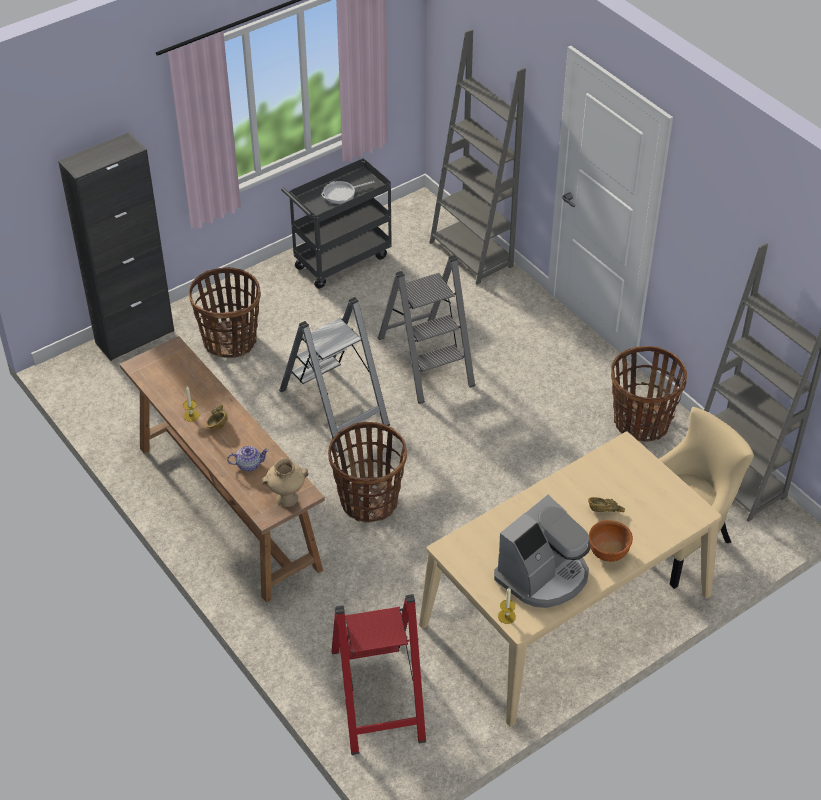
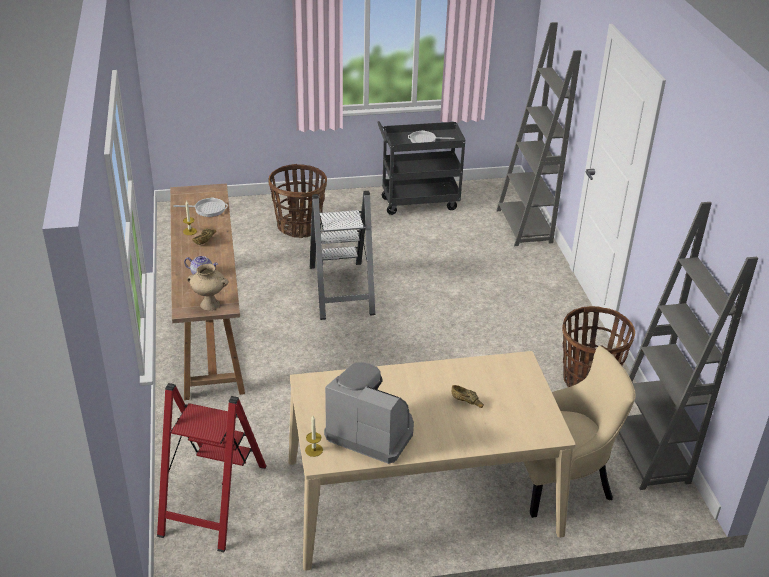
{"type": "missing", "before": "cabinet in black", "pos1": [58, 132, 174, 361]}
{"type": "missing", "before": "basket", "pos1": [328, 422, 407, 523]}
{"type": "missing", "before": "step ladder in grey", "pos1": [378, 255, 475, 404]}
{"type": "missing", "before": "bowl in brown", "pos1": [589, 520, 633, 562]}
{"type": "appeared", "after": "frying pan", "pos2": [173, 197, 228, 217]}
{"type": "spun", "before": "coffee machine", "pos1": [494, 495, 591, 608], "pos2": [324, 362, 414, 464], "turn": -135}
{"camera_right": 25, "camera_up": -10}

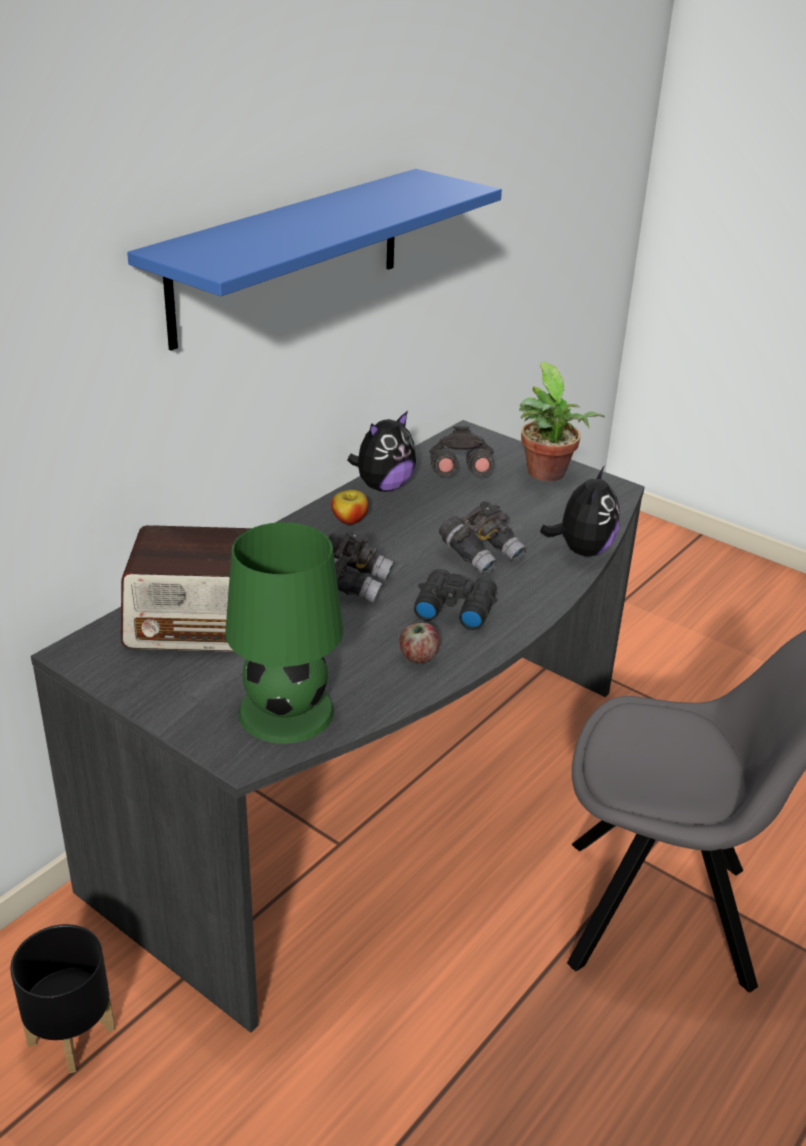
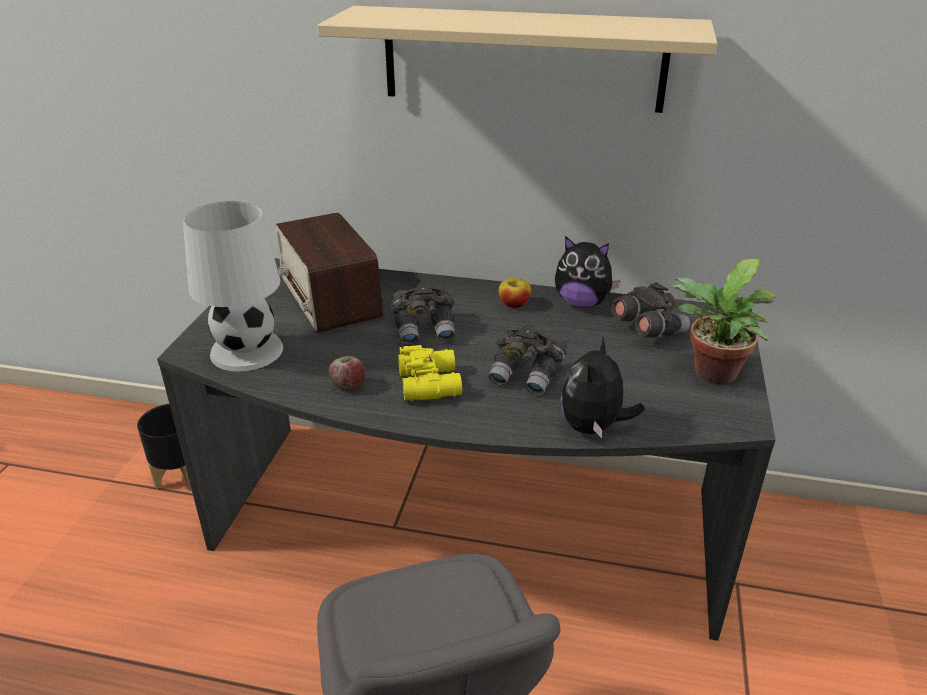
{"type": "colour", "before": "shelf in blue", "after": "shelf in beige", "pos1": [127, 169, 502, 351], "pos2": [317, 6, 717, 113]}
{"type": "colour", "before": "table lamp in green", "after": "table lamp in white", "pos1": [225, 522, 343, 744], "pos2": [183, 201, 283, 372]}
{"type": "colour", "before": "binoculars in black", "after": "binoculars in yellow", "pos1": [414, 569, 497, 630], "pos2": [398, 345, 462, 401]}
{"type": "spun", "before": "plush toy", "pos1": [540, 467, 619, 557], "pos2": [561, 335, 645, 438], "turn": 120}
{"camera_right": 65, "camera_up": 0}

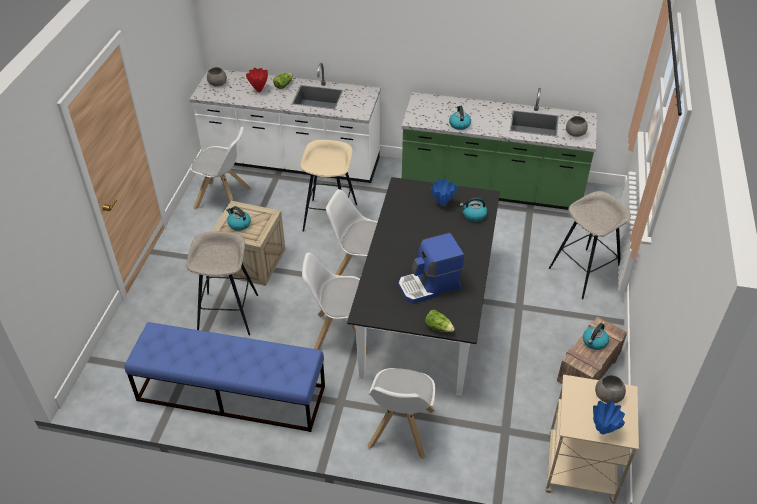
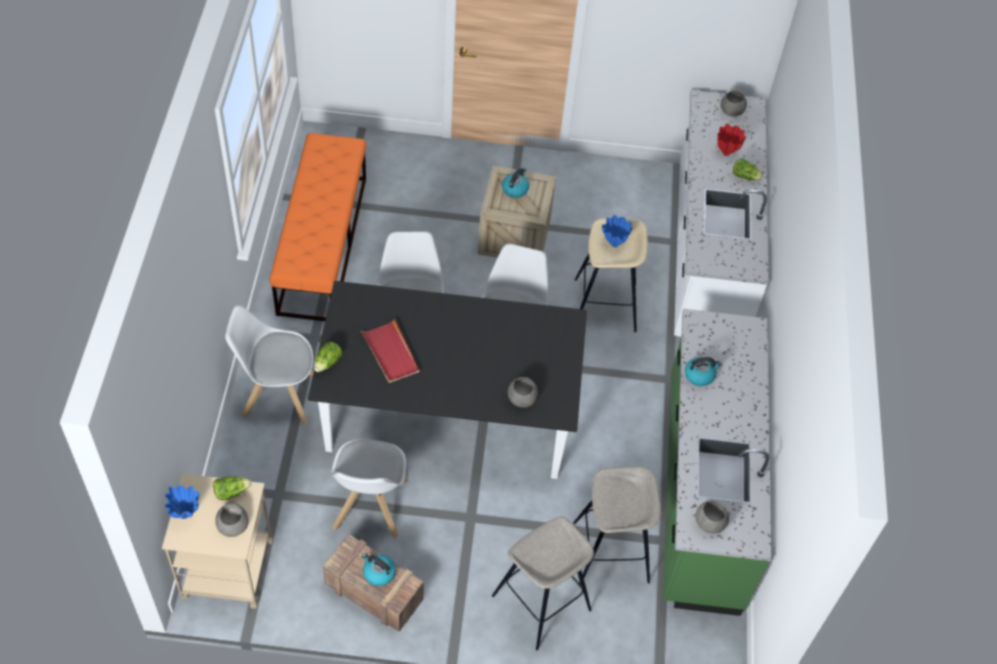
{"type": "appeared", "after": "lettuce", "pos2": [213, 476, 251, 500]}
{"type": "relocated", "before": "stool in grey", "pos1": [186, 232, 258, 335], "pos2": [573, 466, 661, 585]}
{"type": "relocated", "before": "chair", "pos1": [191, 127, 252, 209], "pos2": [330, 440, 409, 538]}
{"type": "relocated", "before": "vase in blue", "pos1": [431, 179, 458, 206], "pos2": [602, 215, 632, 247]}
{"type": "exchanged", "before": "coffee machine", "after": "tray in red", "pos1": [398, 233, 464, 304], "pos2": [360, 318, 419, 383]}
{"type": "exchanged", "before": "kettle", "after": "bowl in grey", "pos1": [460, 197, 487, 222], "pos2": [508, 377, 538, 408]}
{"type": "colour", "before": "bench in blue", "after": "bench in orange", "pos1": [125, 322, 325, 432], "pos2": [270, 133, 366, 321]}
{"camera_right": 80, "camera_up": 10}

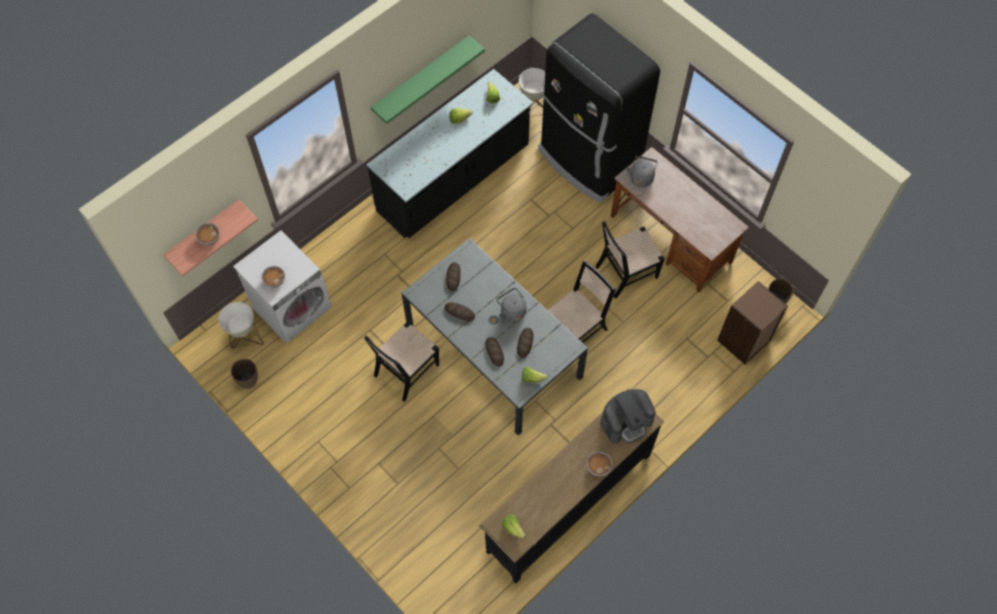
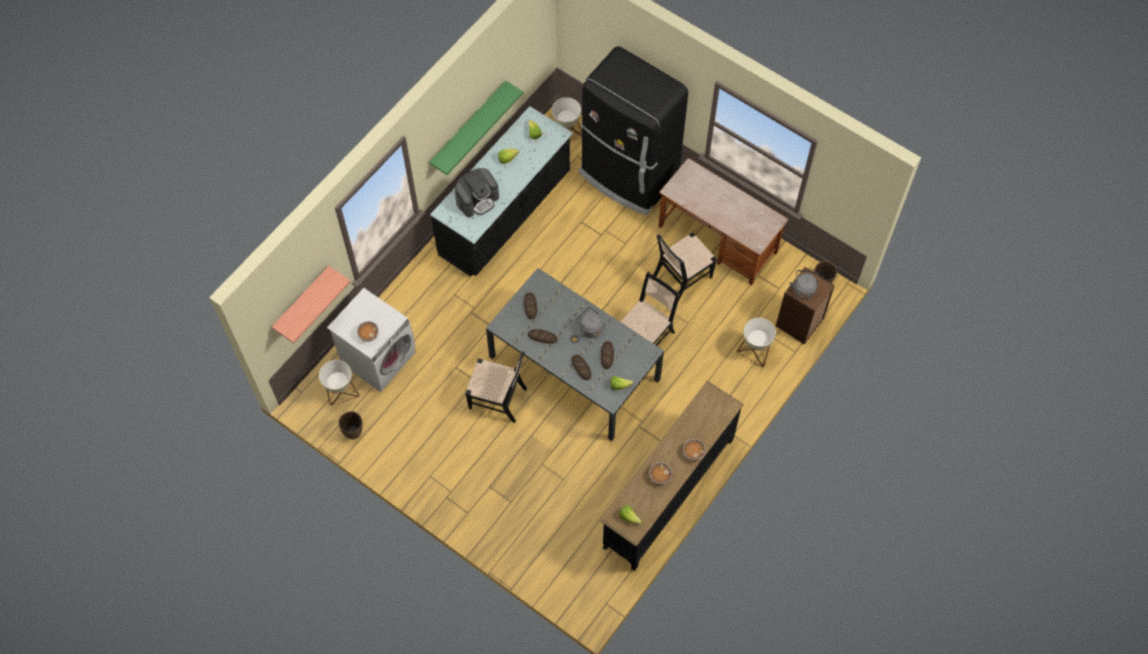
{"type": "appeared", "after": "planter", "pos2": [737, 318, 776, 367]}
{"type": "relocated", "before": "bowl", "pos1": [195, 223, 220, 246], "pos2": [649, 462, 672, 484]}
{"type": "relocated", "before": "coffee machine", "pos1": [601, 389, 656, 444], "pos2": [455, 168, 499, 217]}
{"type": "relocated", "before": "kettle in grey", "pos1": [626, 156, 658, 187], "pos2": [790, 270, 818, 299]}
{"type": "spun", "before": "chair", "pos1": [364, 322, 439, 402], "pos2": [465, 351, 527, 423], "turn": -105}
{"camera_right": -10, "camera_up": 0}

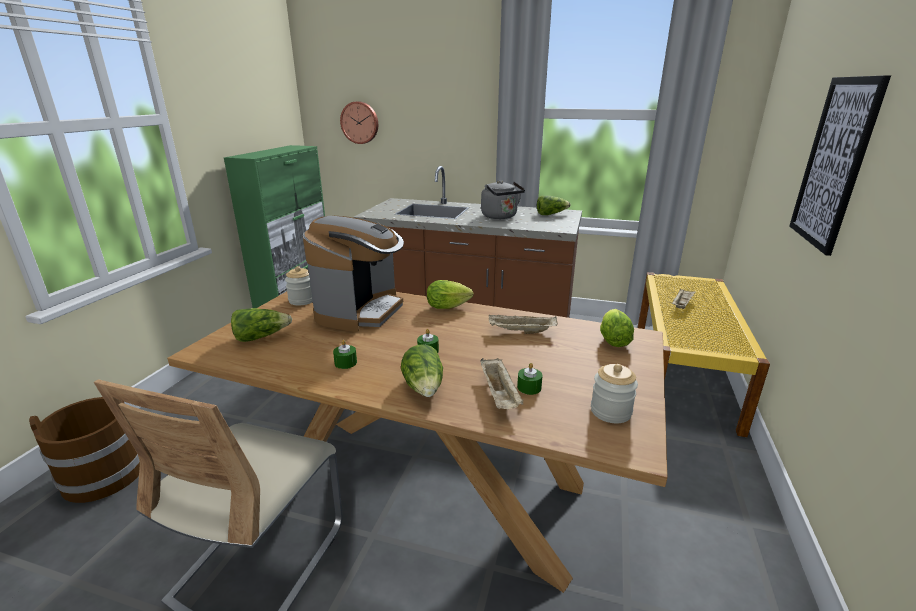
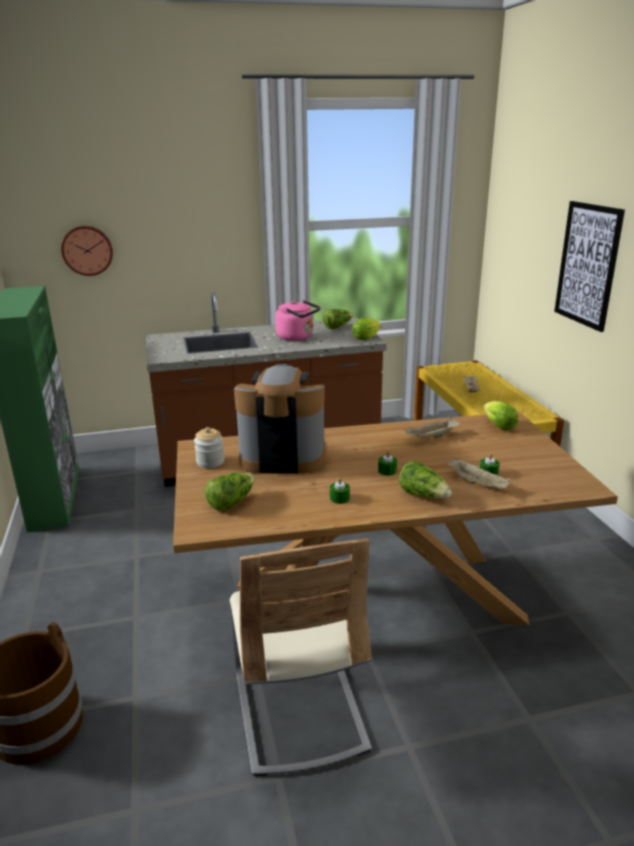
{"type": "missing", "before": "jar", "pos1": [591, 364, 638, 423]}
{"type": "relocated", "before": "lettuce", "pos1": [427, 280, 474, 309], "pos2": [352, 318, 382, 340]}
{"type": "colour", "before": "kettle in grey", "after": "kettle in pink", "pos1": [481, 180, 525, 219], "pos2": [275, 300, 320, 341]}
{"type": "spun", "before": "coffee machine", "pos1": [303, 216, 404, 332], "pos2": [234, 364, 325, 474], "turn": -75}
{"camera_right": -30, "camera_up": 0}

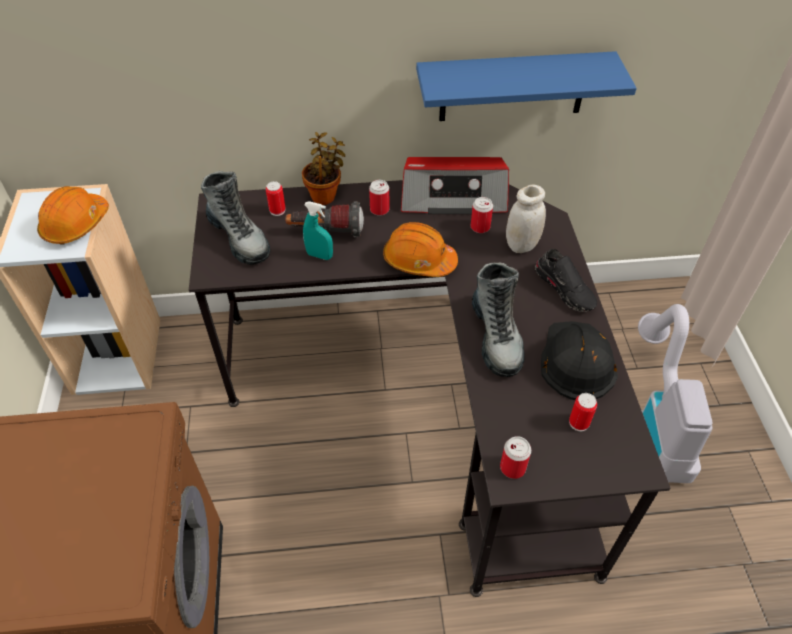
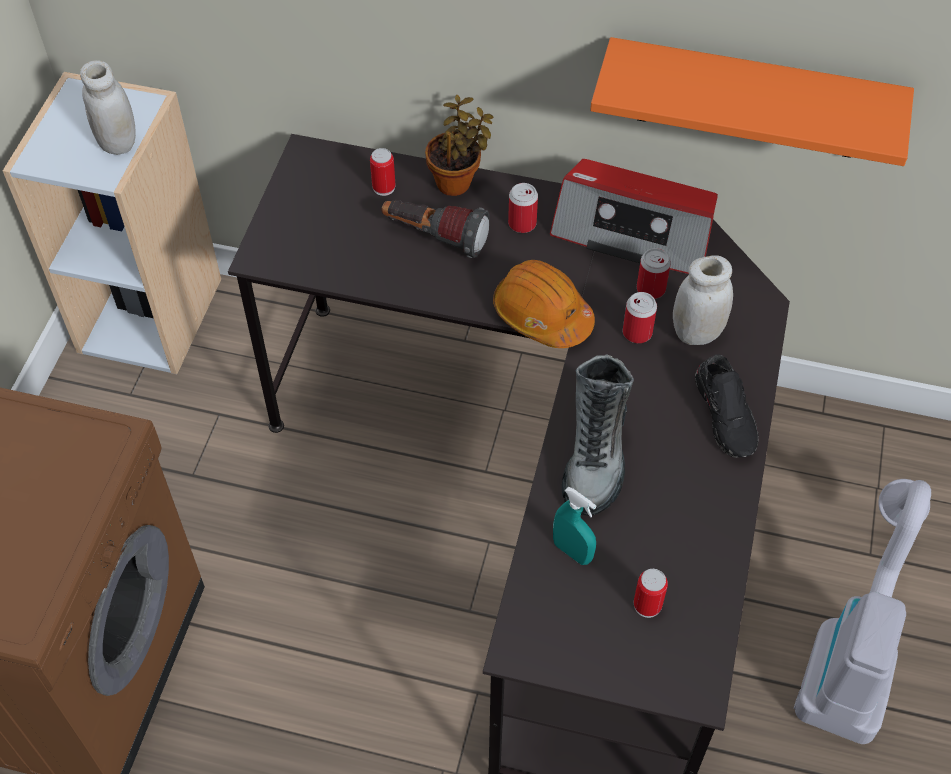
{"type": "missing", "before": "boot", "pos1": [201, 171, 271, 265]}
{"type": "missing", "before": "hard hat in black", "pos1": [541, 321, 618, 400]}
{"type": "relocated", "before": "spray bottle in turquoise", "pos1": [303, 201, 333, 260], "pos2": [553, 487, 596, 565]}
{"type": "relocated", "before": "can", "pos1": [500, 436, 531, 479], "pos2": [622, 292, 657, 343]}
{"type": "exchanged", "before": "hard hat in orange", "after": "jar in white", "pos1": [37, 186, 109, 245], "pos2": [80, 60, 136, 155]}
{"type": "colour", "before": "shelf in blue", "after": "shelf in orange", "pos1": [416, 51, 637, 121], "pos2": [590, 37, 914, 166]}
{"camera_right": 20, "camera_up": 5}

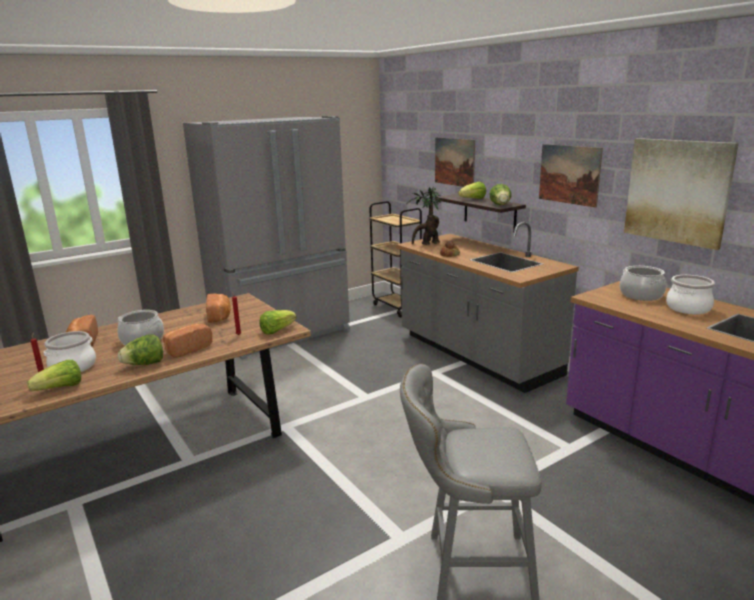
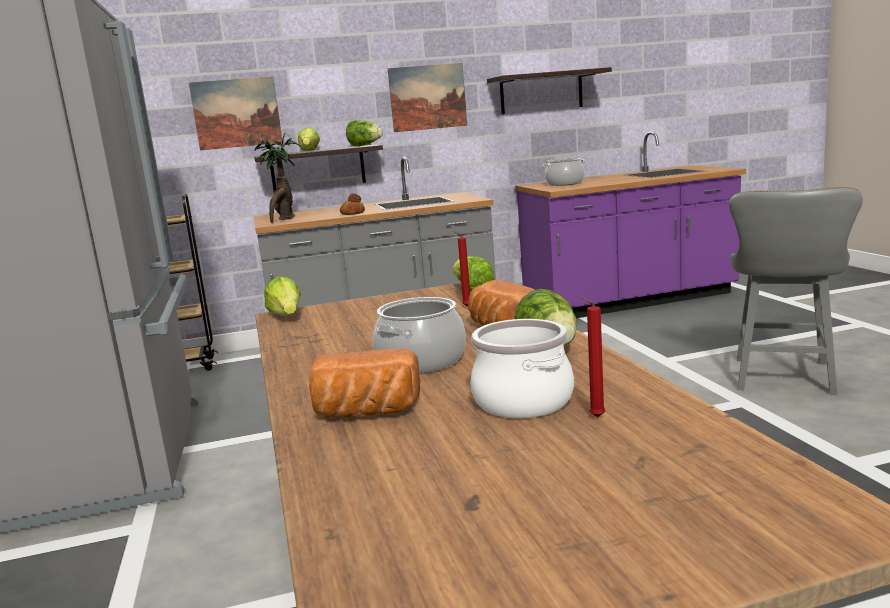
{"type": "missing", "before": "bread", "pos1": [206, 294, 231, 323]}
{"type": "missing", "before": "cooking pot", "pos1": [666, 275, 715, 314]}
{"type": "relocated", "before": "lettuce", "pos1": [27, 360, 81, 391], "pos2": [264, 277, 301, 316]}
{"type": "exchanged", "before": "picture", "after": "shelf", "pos1": [624, 138, 739, 250], "pos2": [487, 67, 612, 114]}
{"camera_right": -70, "camera_up": -5}

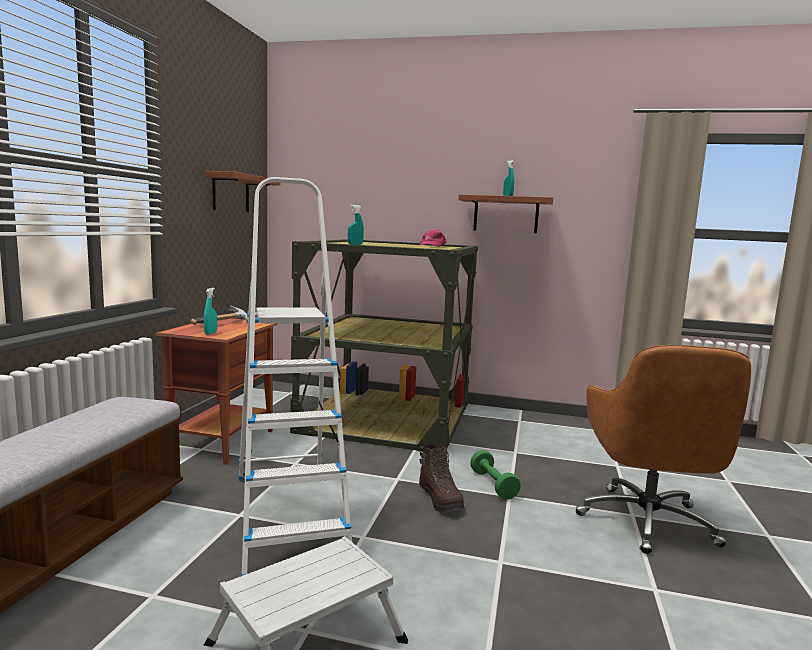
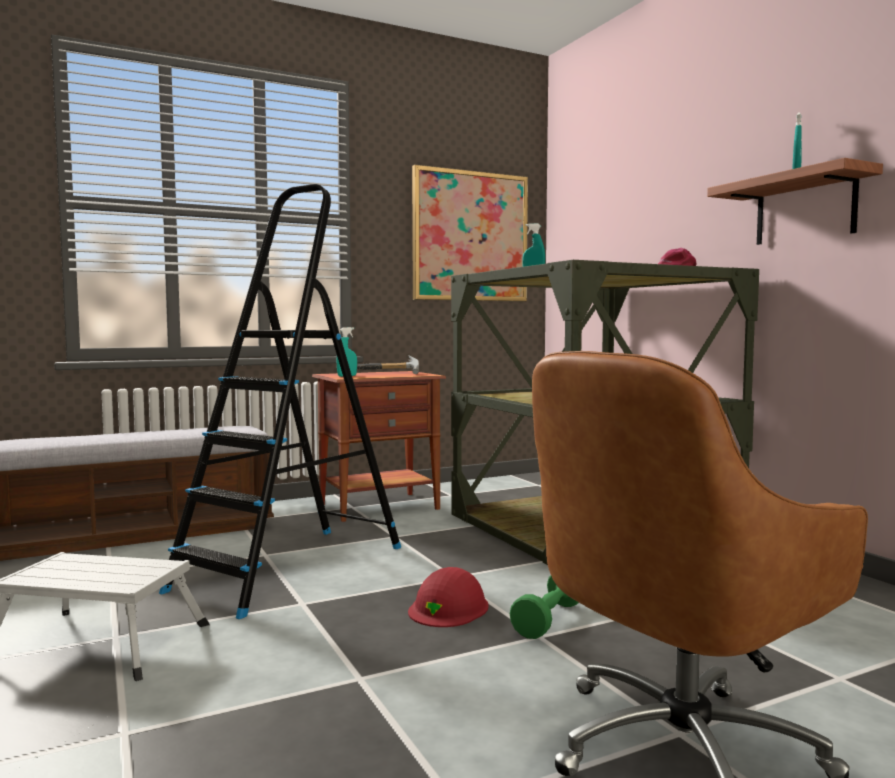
{"type": "exchanged", "before": "shelf", "after": "picture", "pos1": [204, 171, 280, 212], "pos2": [412, 165, 528, 302]}
{"type": "exchanged", "before": "boot in brown", "after": "hard hat in red", "pos1": [419, 444, 464, 513], "pos2": [408, 567, 489, 627]}
{"type": "colour", "before": "step ladder in white", "after": "step ladder in black", "pos1": [238, 177, 352, 576], "pos2": [159, 184, 401, 619]}
{"camera_right": 50, "camera_up": -5}

